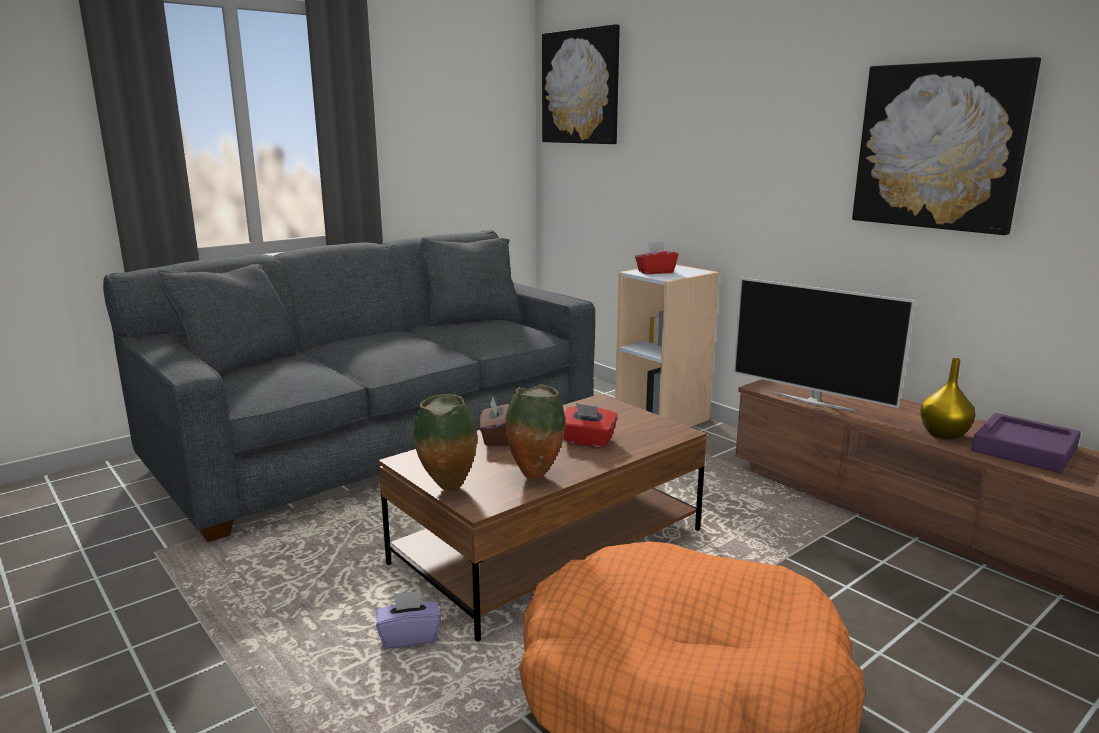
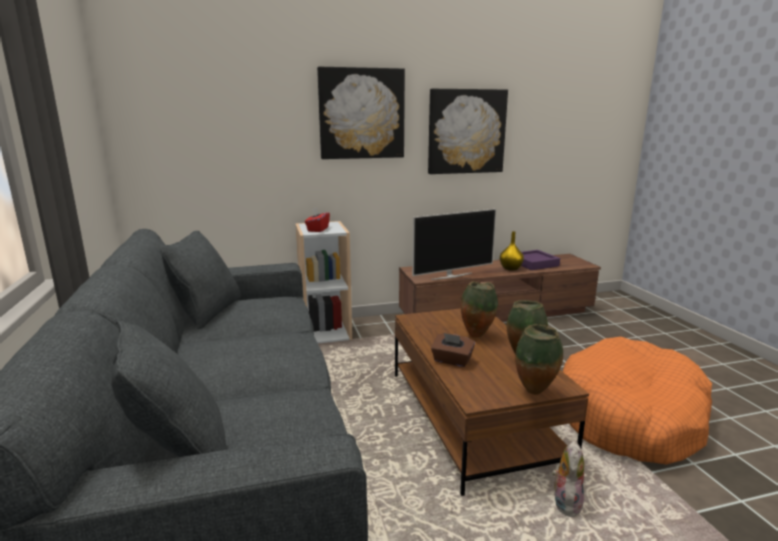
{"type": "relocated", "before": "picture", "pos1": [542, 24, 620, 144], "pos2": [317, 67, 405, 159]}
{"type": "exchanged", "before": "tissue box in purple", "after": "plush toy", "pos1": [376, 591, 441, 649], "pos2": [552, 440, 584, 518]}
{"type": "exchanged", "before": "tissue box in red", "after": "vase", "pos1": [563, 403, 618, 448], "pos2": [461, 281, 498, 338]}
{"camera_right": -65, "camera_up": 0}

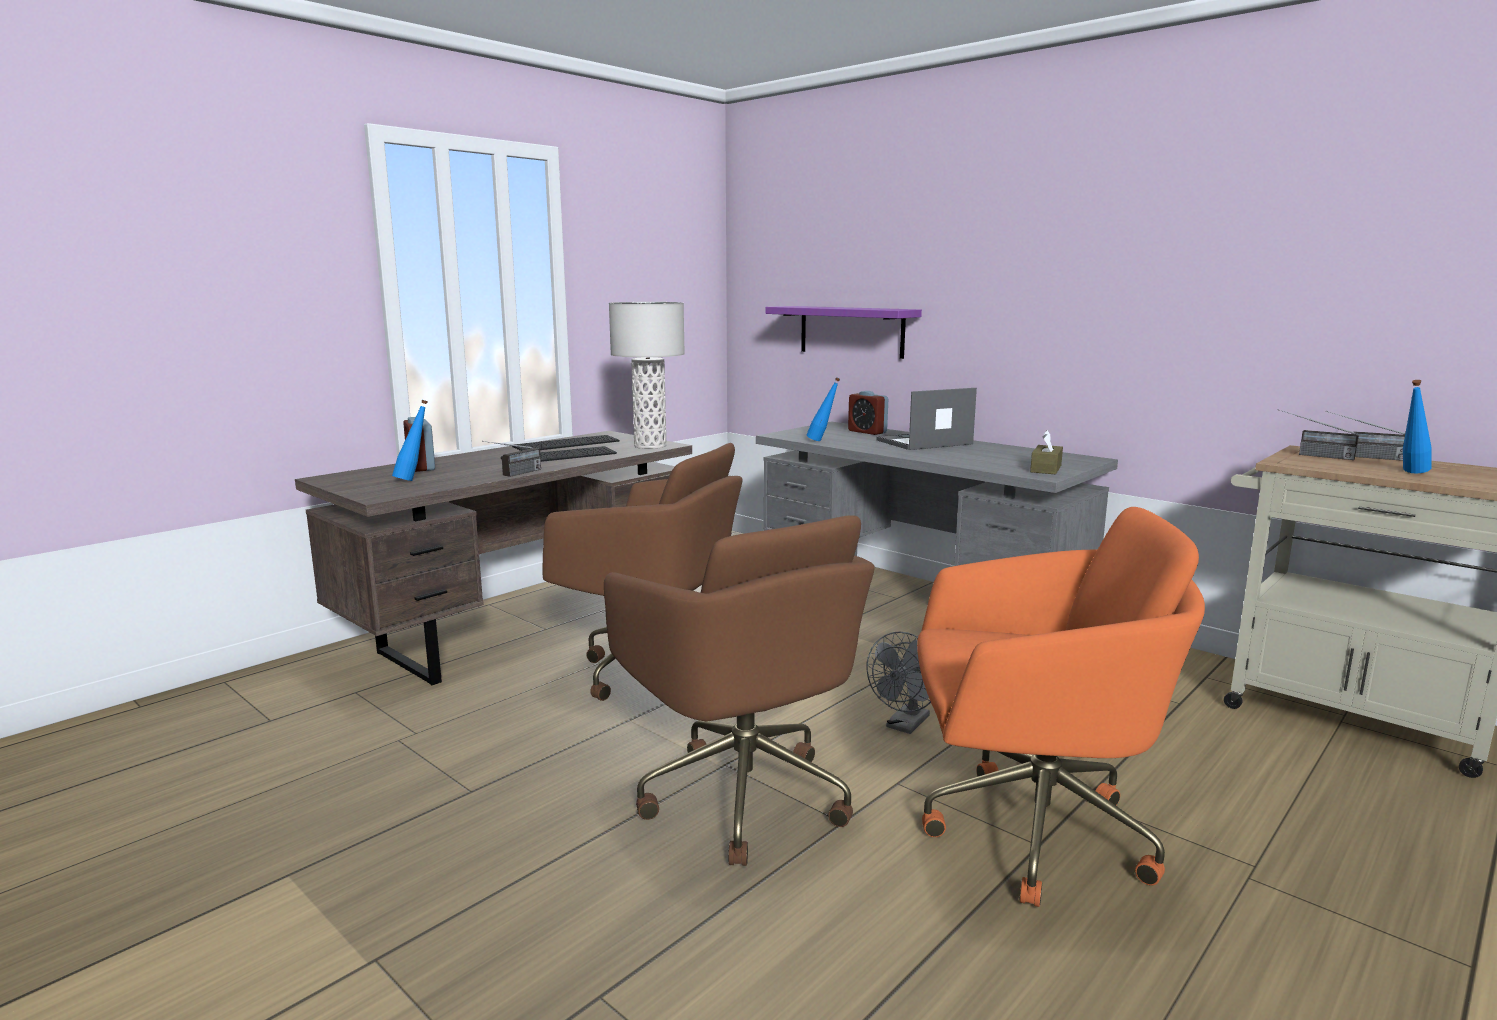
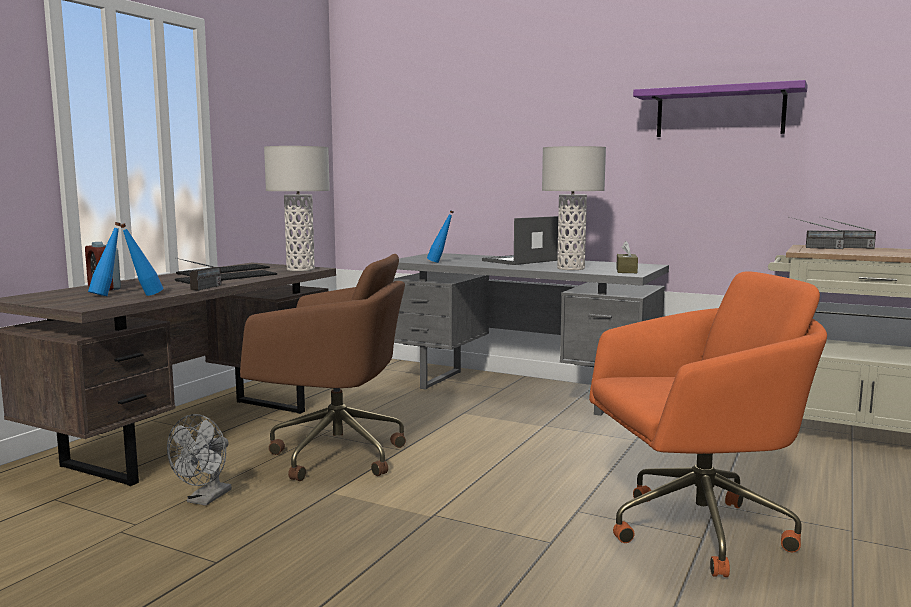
{"type": "missing", "before": "office chair in brown", "pos1": [604, 515, 875, 866]}
{"type": "missing", "before": "alarm clock", "pos1": [848, 391, 888, 435]}
{"type": "appeared", "after": "table lamp in white", "pos2": [542, 146, 606, 270]}
{"type": "relocated", "before": "shelf in purple", "pos1": [765, 306, 922, 359], "pos2": [633, 80, 808, 137]}
{"type": "relocated", "before": "fan in grey", "pos1": [866, 632, 931, 734], "pos2": [167, 414, 232, 506]}
{"type": "relocated", "before": "bottle in blue", "pos1": [1403, 380, 1432, 473], "pos2": [120, 223, 163, 296]}
{"camera_right": -15, "camera_up": -5}

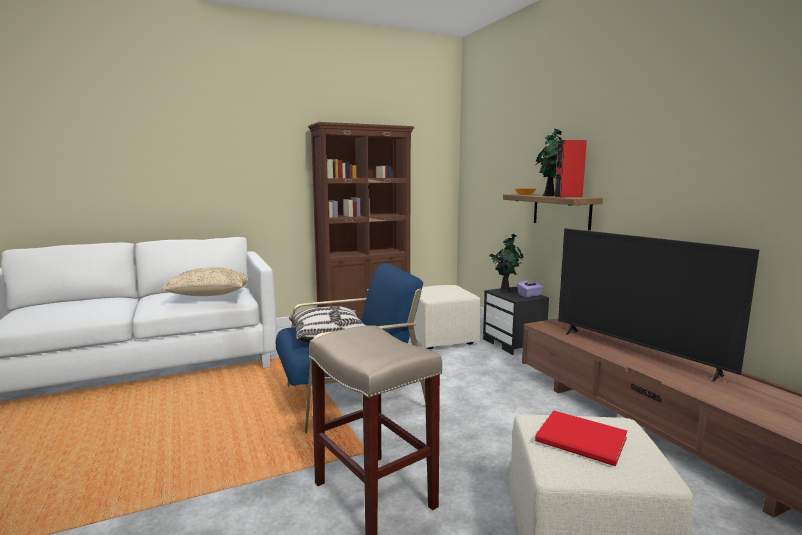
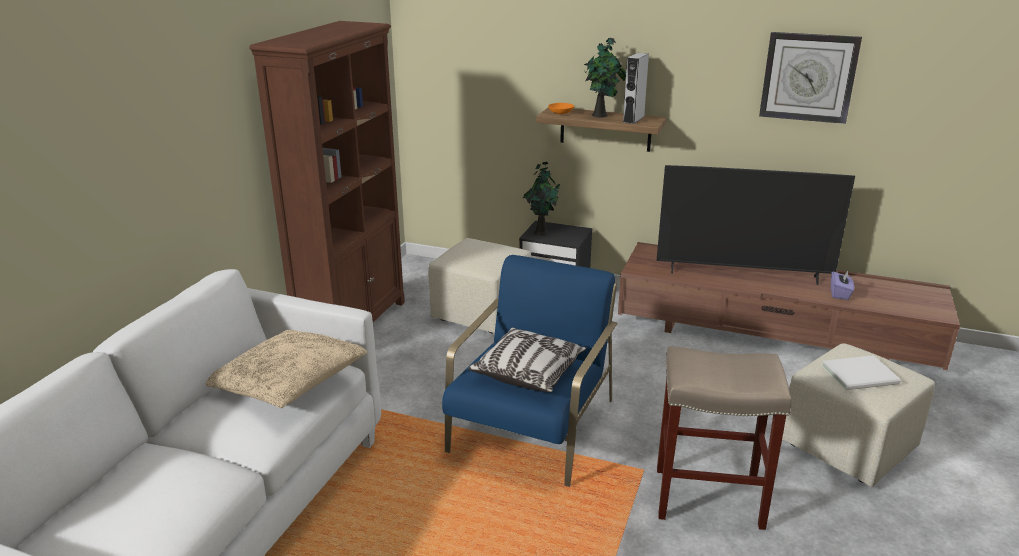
{"type": "appeared", "after": "wall clock", "pos2": [759, 32, 862, 124]}
{"type": "relocated", "before": "tissue box in purple", "pos1": [517, 278, 543, 297], "pos2": [831, 271, 854, 300]}
{"type": "colour", "before": "book in red", "after": "book in white", "pos1": [535, 410, 628, 466], "pos2": [822, 355, 901, 390]}
{"type": "colour", "before": "speaker in red", "after": "speaker in grey", "pos1": [555, 140, 587, 197], "pos2": [623, 53, 649, 124]}
{"camera_right": -45, "camera_up": 15}

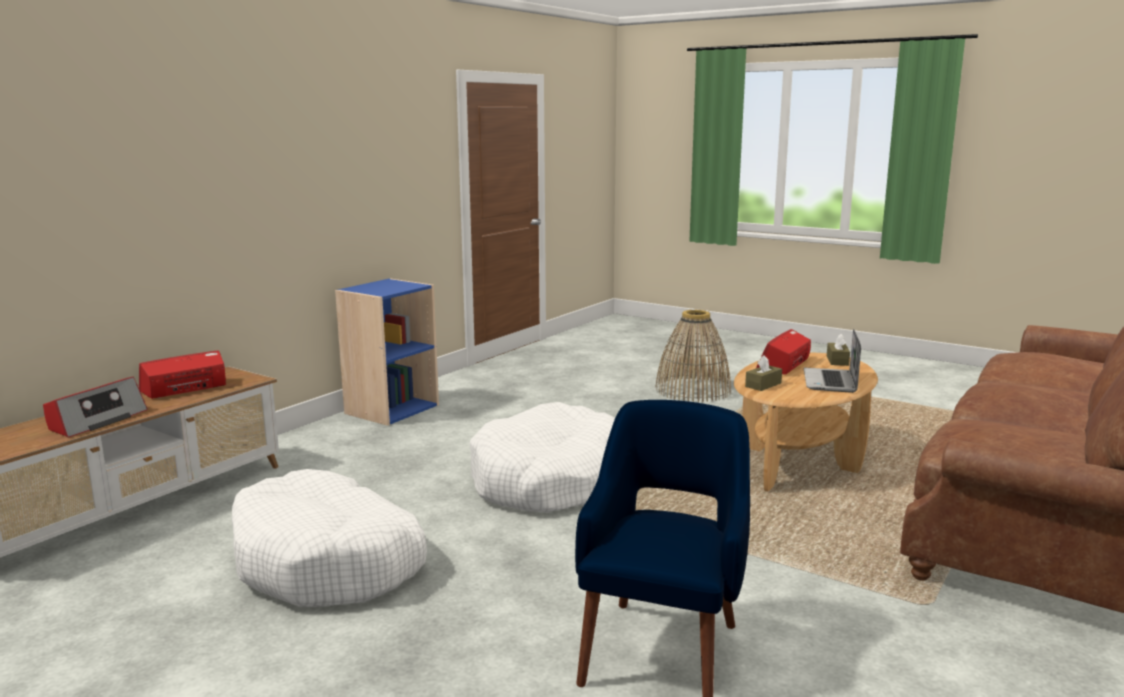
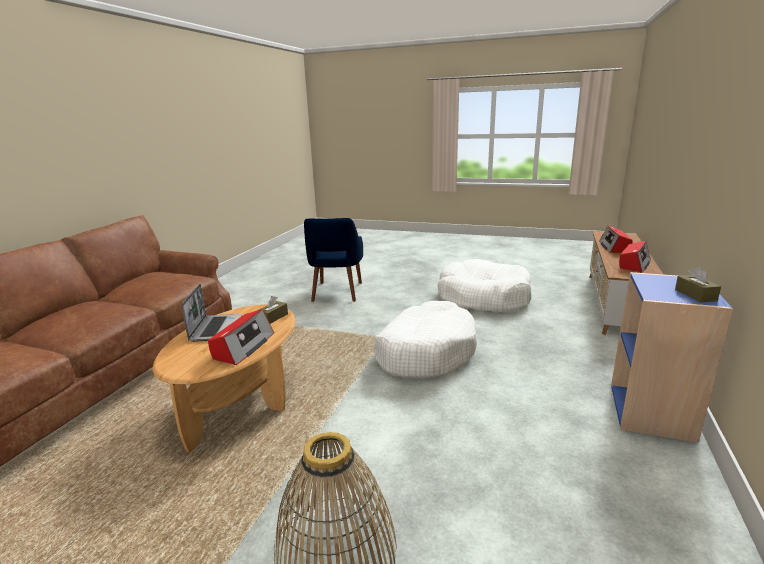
{"type": "relocated", "before": "tissue box in brown", "pos1": [827, 334, 850, 366], "pos2": [675, 267, 721, 303]}
{"camera_right": 165, "camera_up": 5}

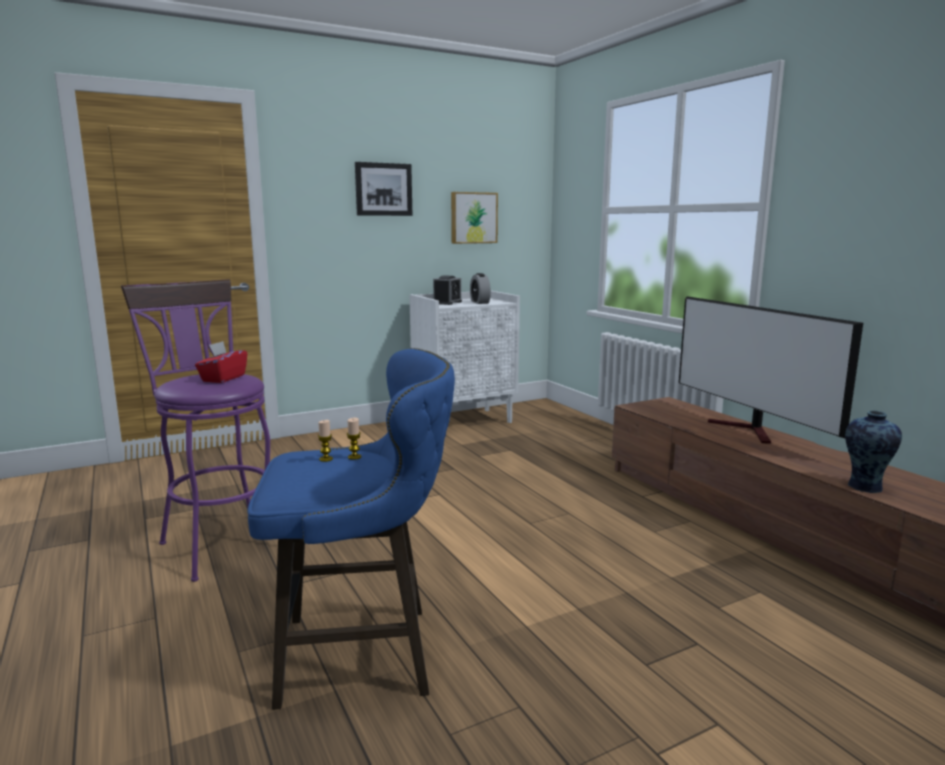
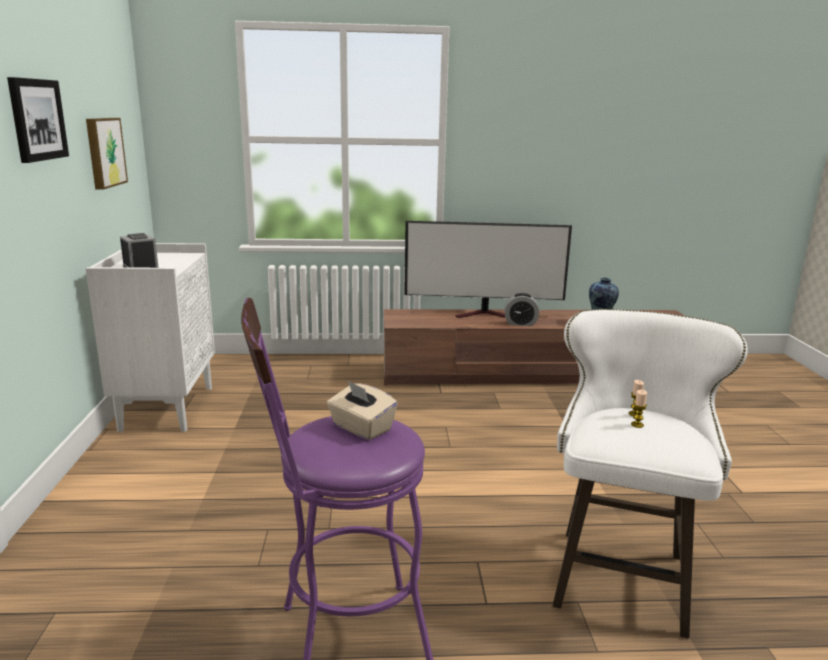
{"type": "relocated", "before": "alarm clock", "pos1": [470, 273, 491, 304], "pos2": [505, 293, 539, 326]}
{"type": "colour", "before": "tissue box in red", "after": "tissue box in beige", "pos1": [195, 341, 247, 383], "pos2": [327, 380, 398, 440]}
{"type": "colour", "before": "stool in blue", "after": "stool in white", "pos1": [248, 348, 455, 710], "pos2": [553, 309, 748, 639]}
{"camera_right": -65, "camera_up": 5}

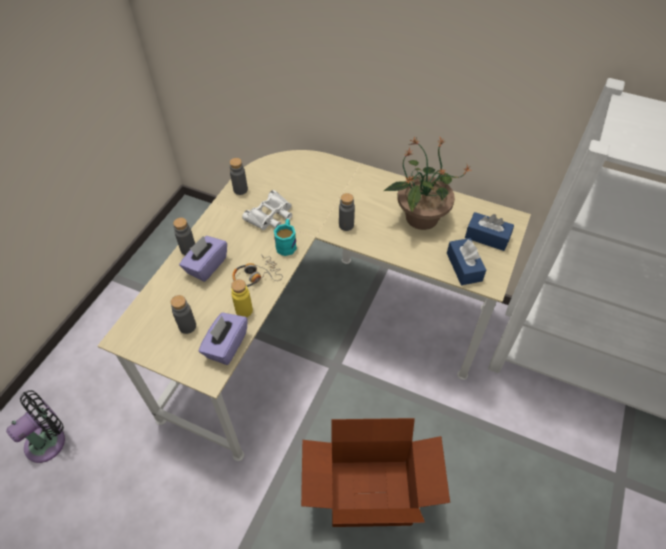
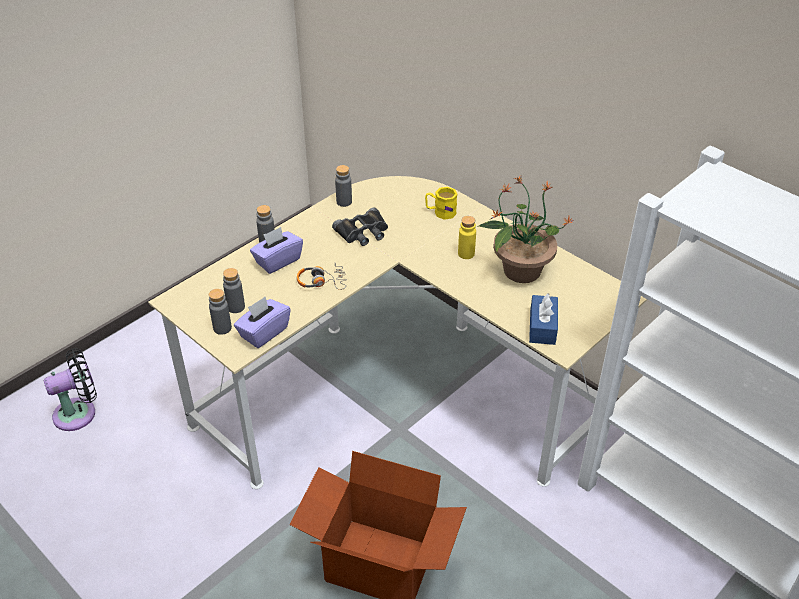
{"type": "missing", "before": "mug in turquoise", "pos1": [274, 219, 297, 256]}
{"type": "missing", "before": "tissue box in blue", "pos1": [465, 212, 514, 251]}
{"type": "appeared", "after": "mug in yellow", "pos2": [425, 187, 457, 220]}
{"type": "relocated", "before": "bottle in yellow", "pos1": [231, 279, 253, 317], "pos2": [458, 216, 476, 259]}
{"type": "relocated", "before": "bottle in grey", "pos1": [339, 193, 355, 231], "pos2": [209, 289, 232, 335]}
{"type": "colour", "before": "binoculars in white", "after": "binoculars in black", "pos1": [242, 190, 292, 230], "pos2": [332, 207, 388, 246]}
{"camera_right": 20, "camera_up": -10}

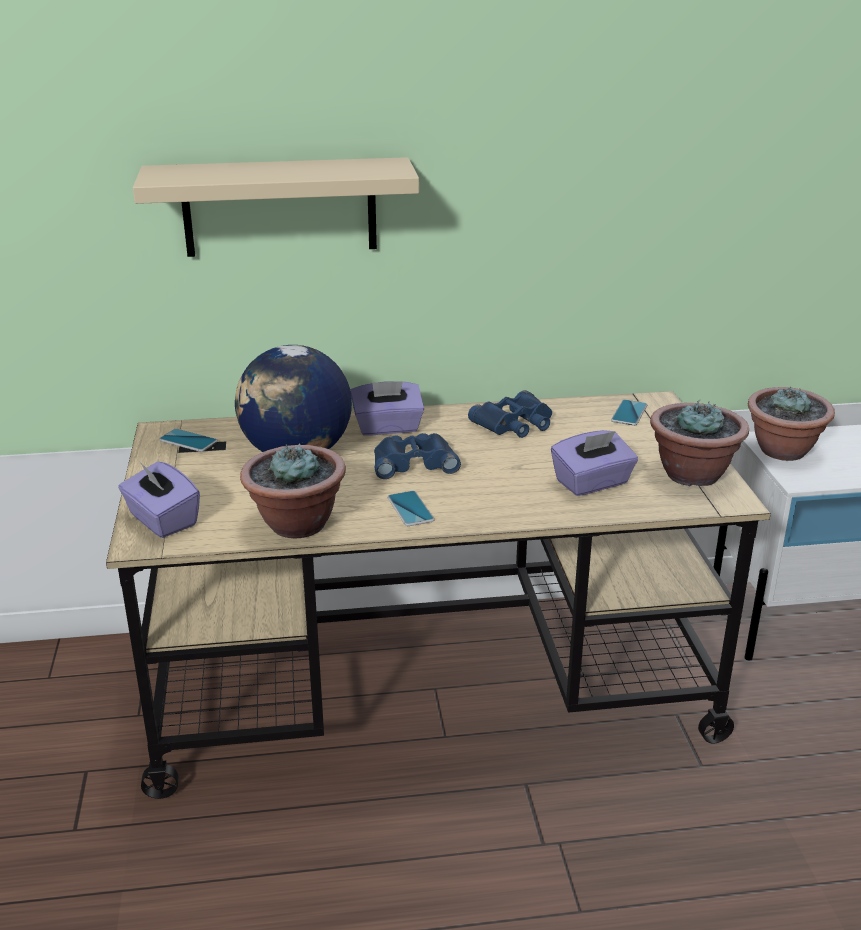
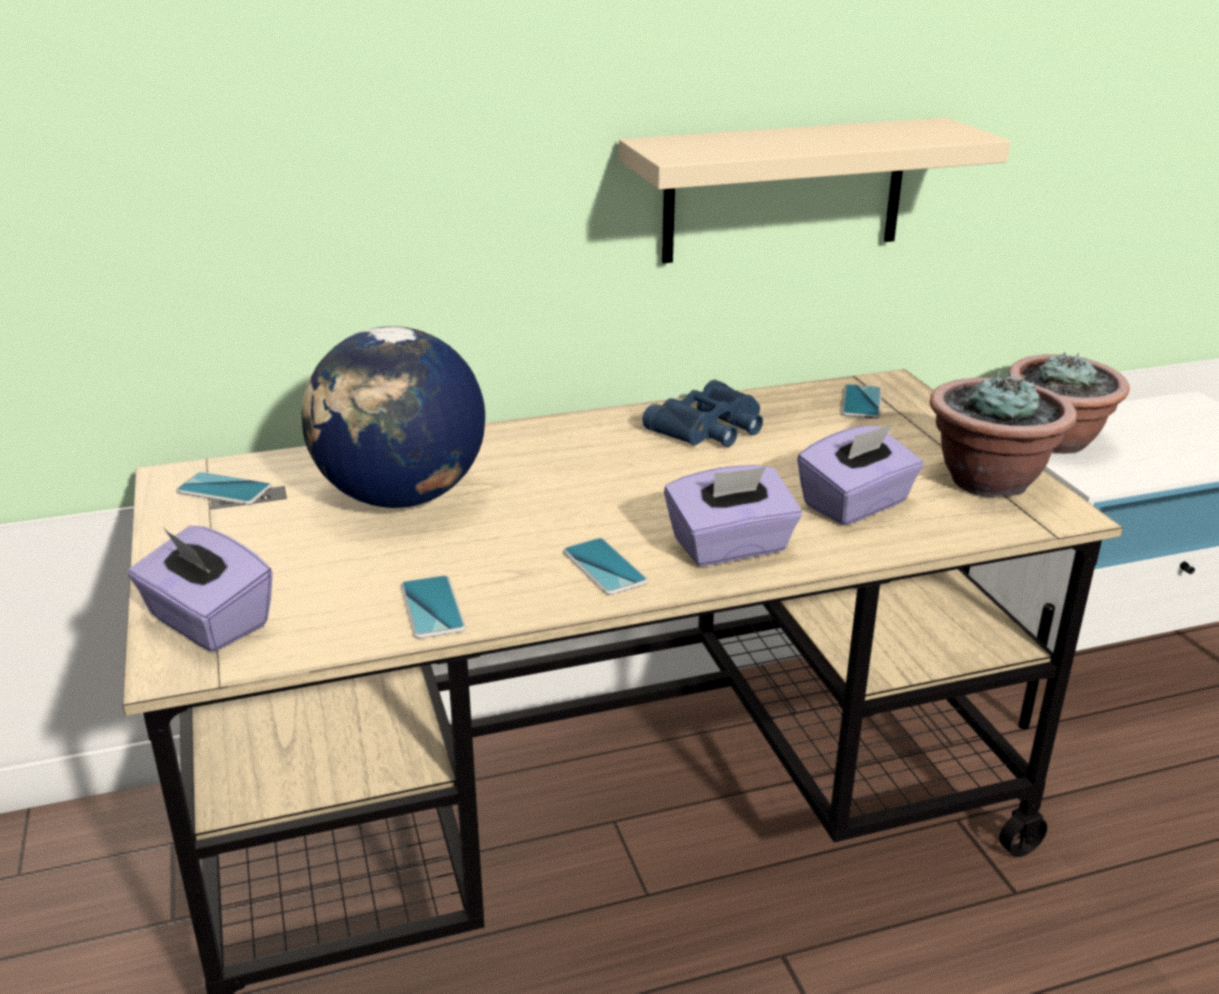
{"type": "missing", "before": "binoculars in blue", "pos1": [374, 433, 461, 479]}
{"type": "relocated", "before": "shelf in beige", "pos1": [133, 157, 419, 257], "pos2": [619, 117, 1011, 263]}
{"type": "relocated", "before": "tissue box in purple", "pos1": [350, 381, 424, 436], "pos2": [664, 465, 802, 566]}
{"type": "exchanged", "before": "potted plant", "after": "phone", "pos1": [240, 443, 346, 538], "pos2": [401, 575, 466, 639]}
{"camera_right": -10, "camera_up": 0}

